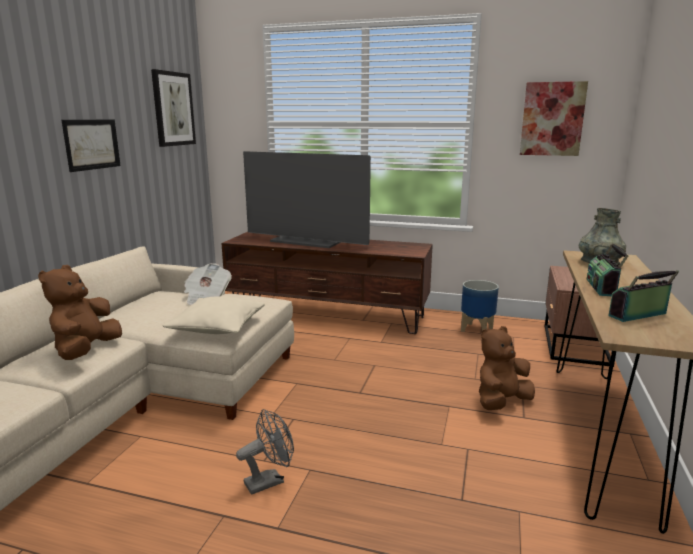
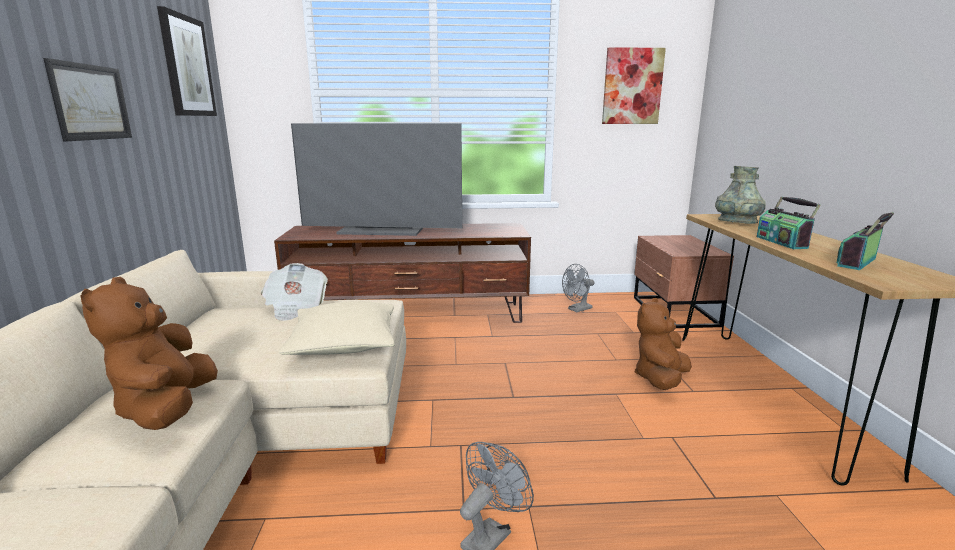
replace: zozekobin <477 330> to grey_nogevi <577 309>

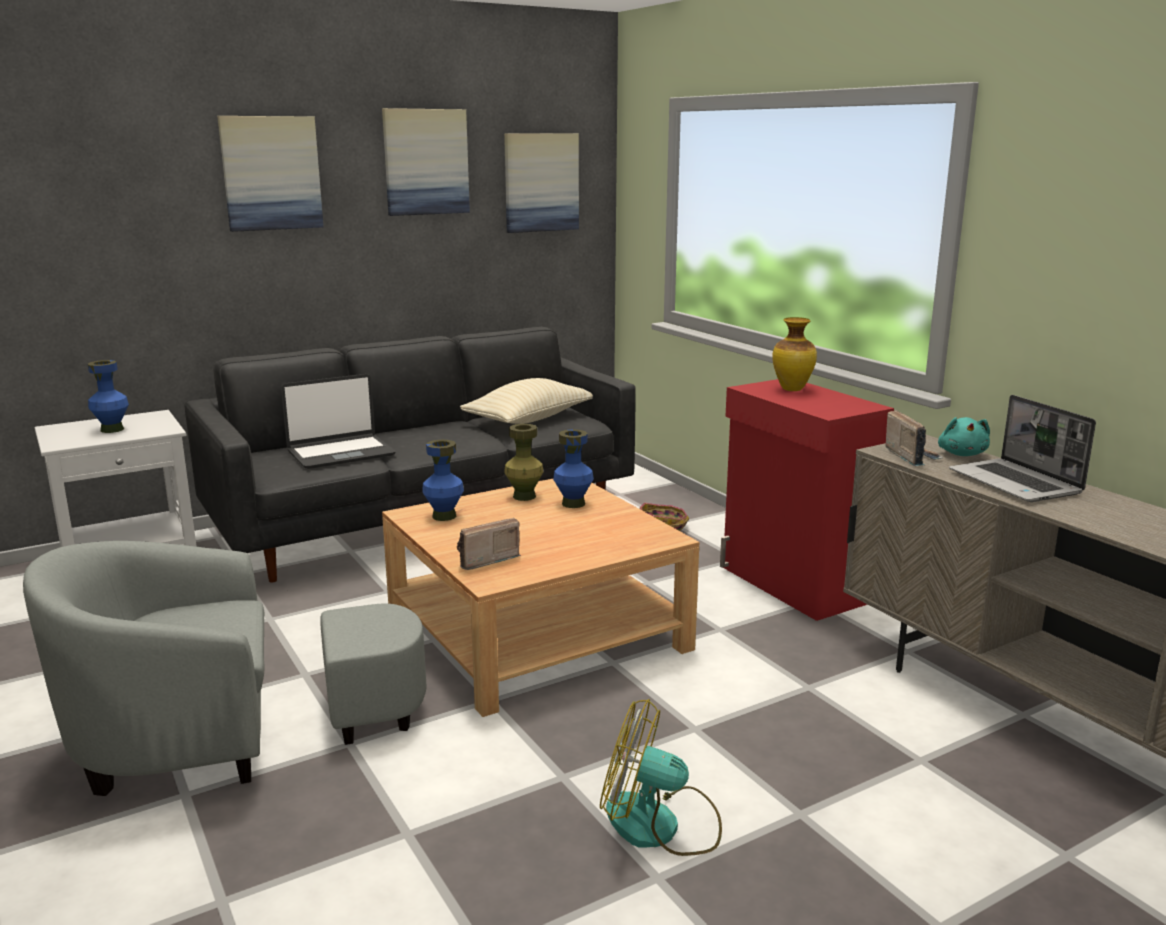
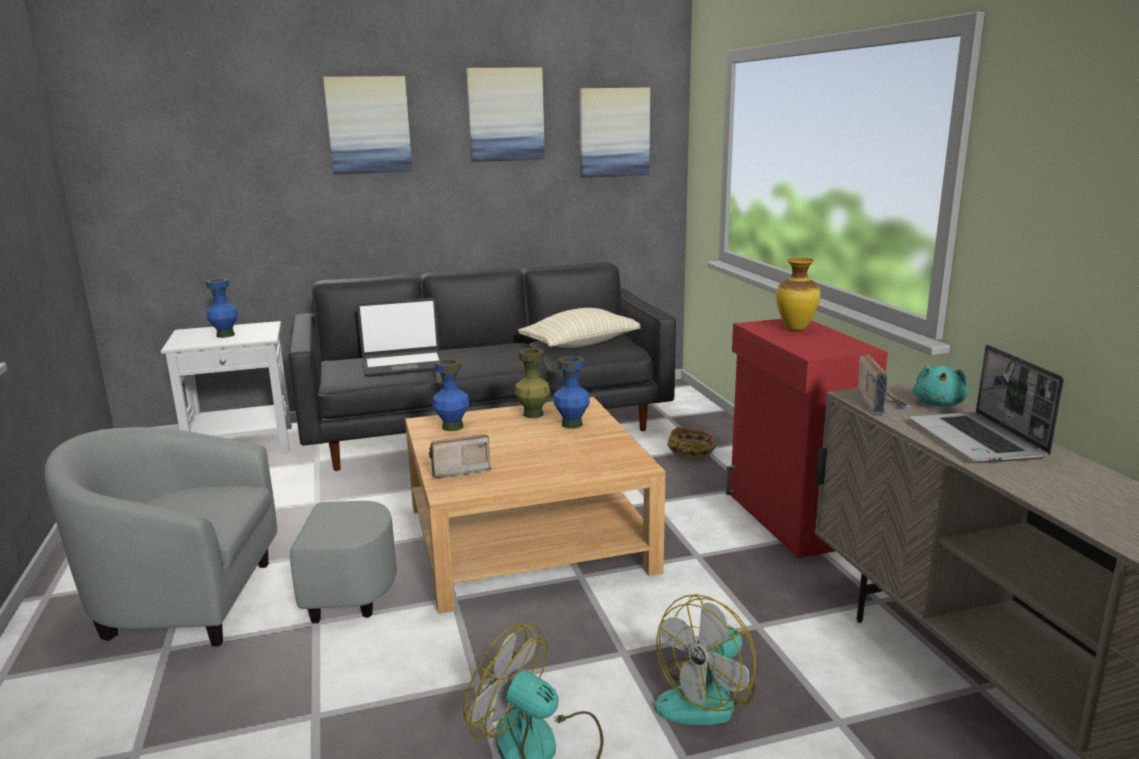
insert: nogevi <707 697>

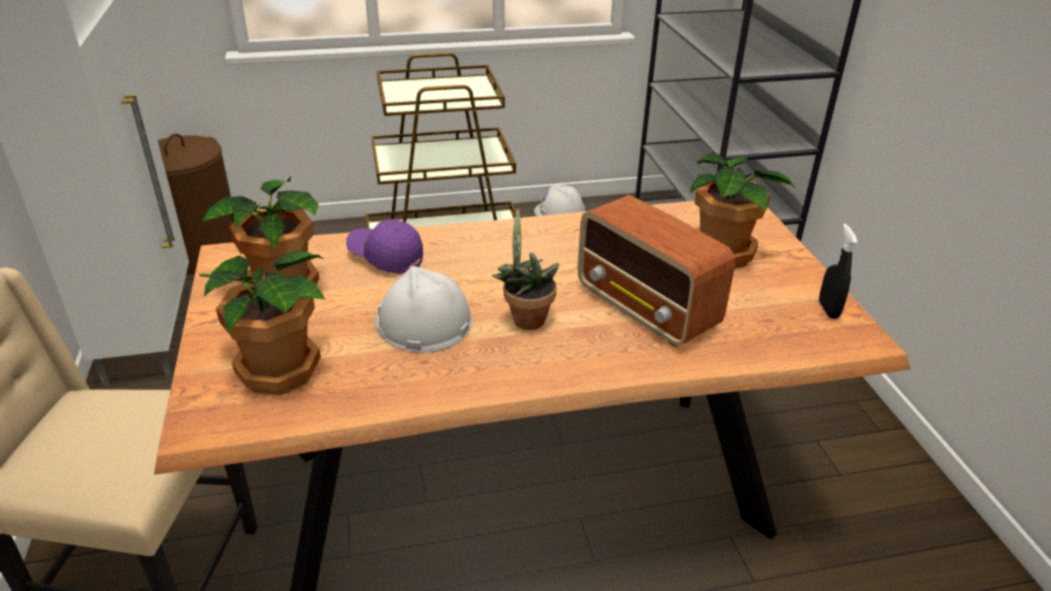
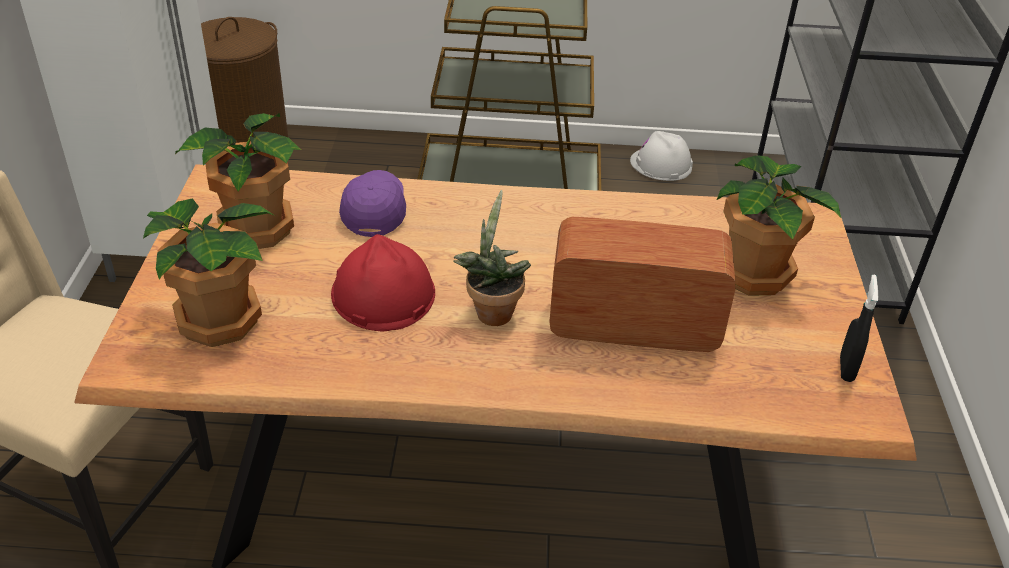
recolor: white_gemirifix <423 321> to red_gemirifix <382 294>
rotate: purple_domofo <385 257> = <374 211> 45 degrees clockwise; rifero <647 309> = <631 326> 120 degrees clockwise

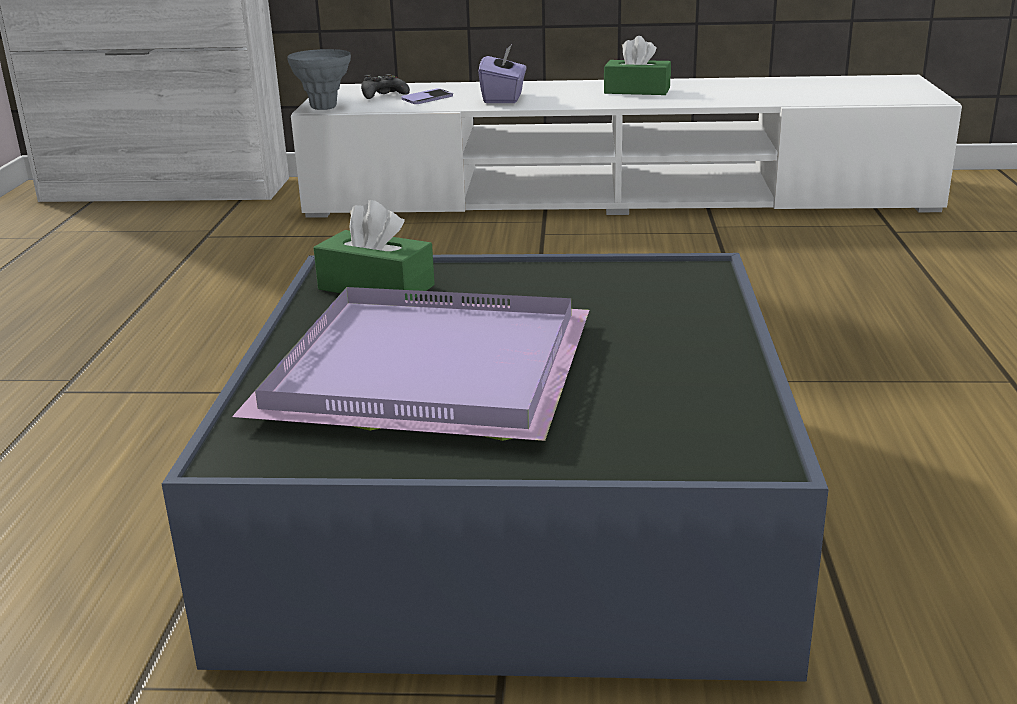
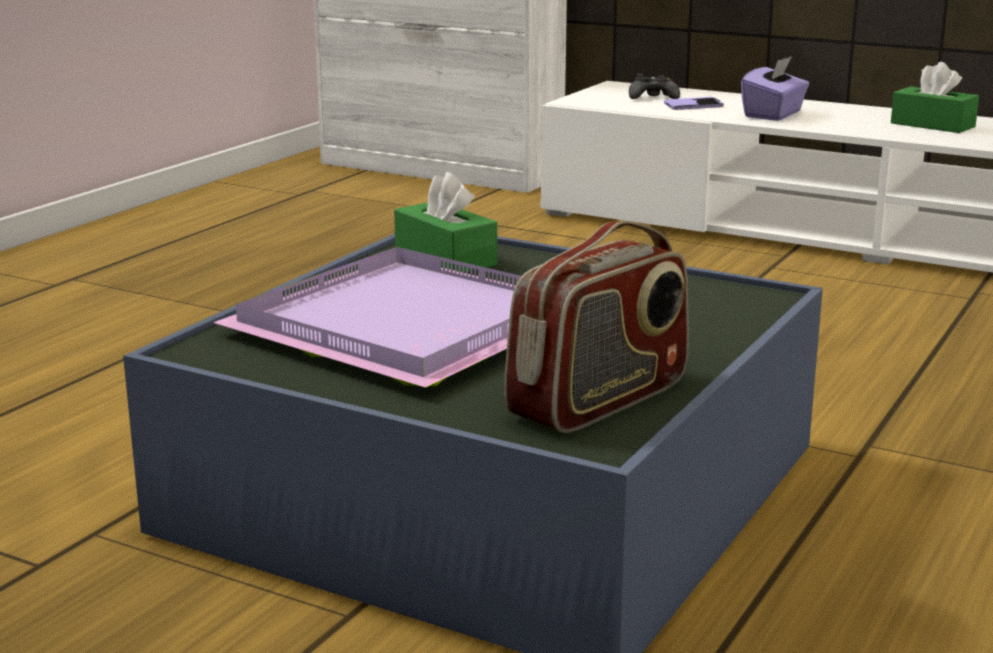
delete: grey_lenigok <324 107>
insert: rifero <600 401>

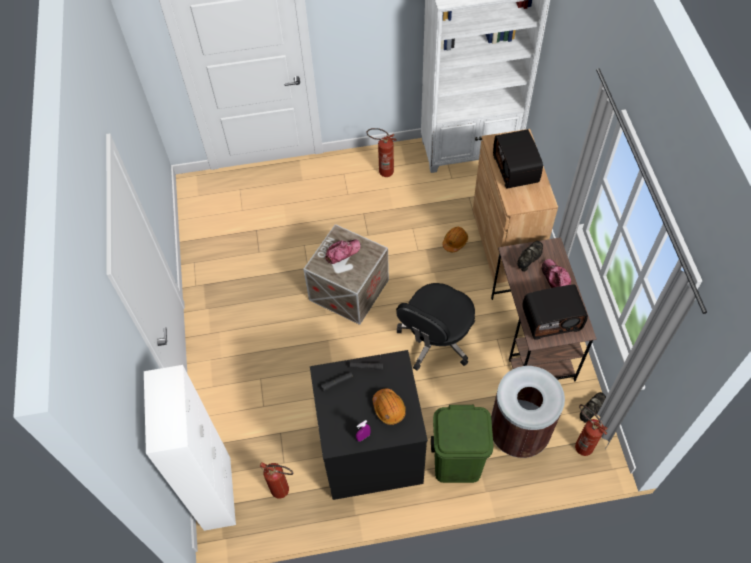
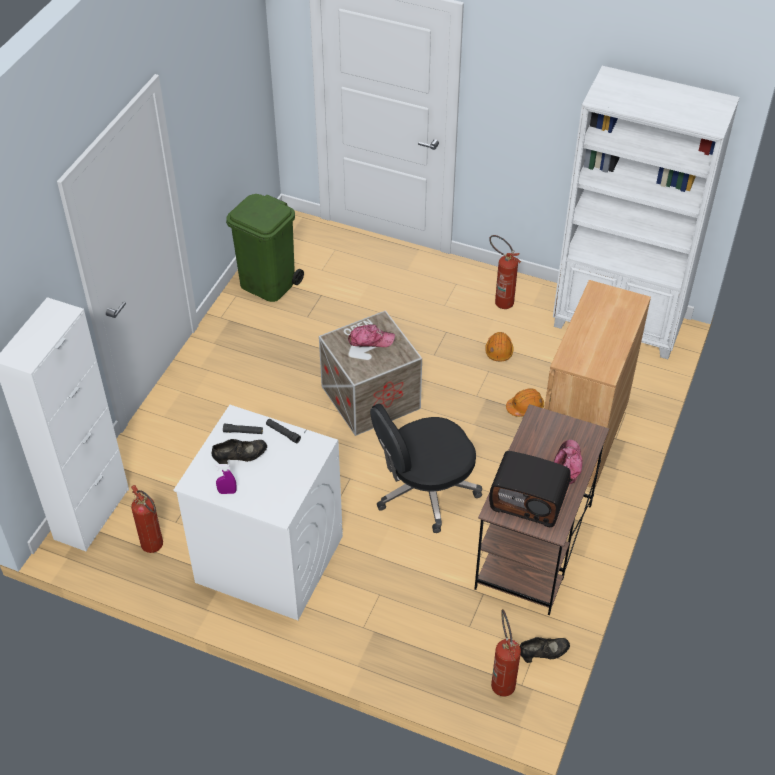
delete: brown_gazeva <518 433>; rifero <516 169>
move: orange_gemirifix <389 408> to <499 351>; green_gazeva <457 463> to <268 284>; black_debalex <529 259> to <240 458>
recolor: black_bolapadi <370 451> to white_bolapadi <268 559>

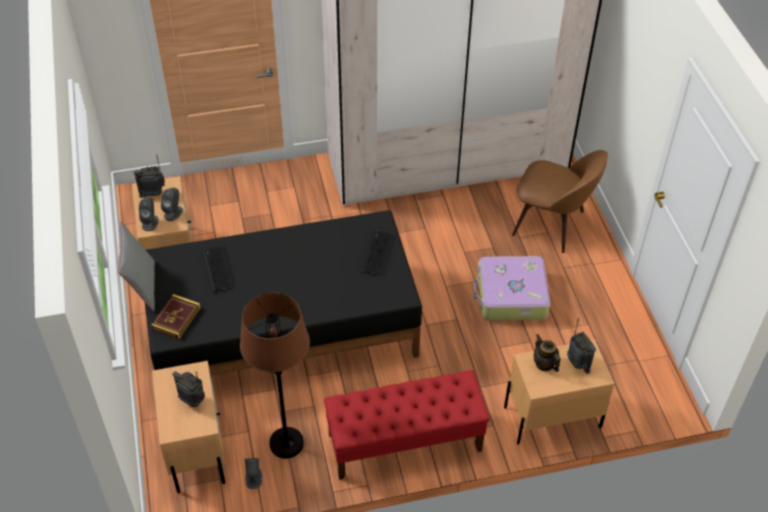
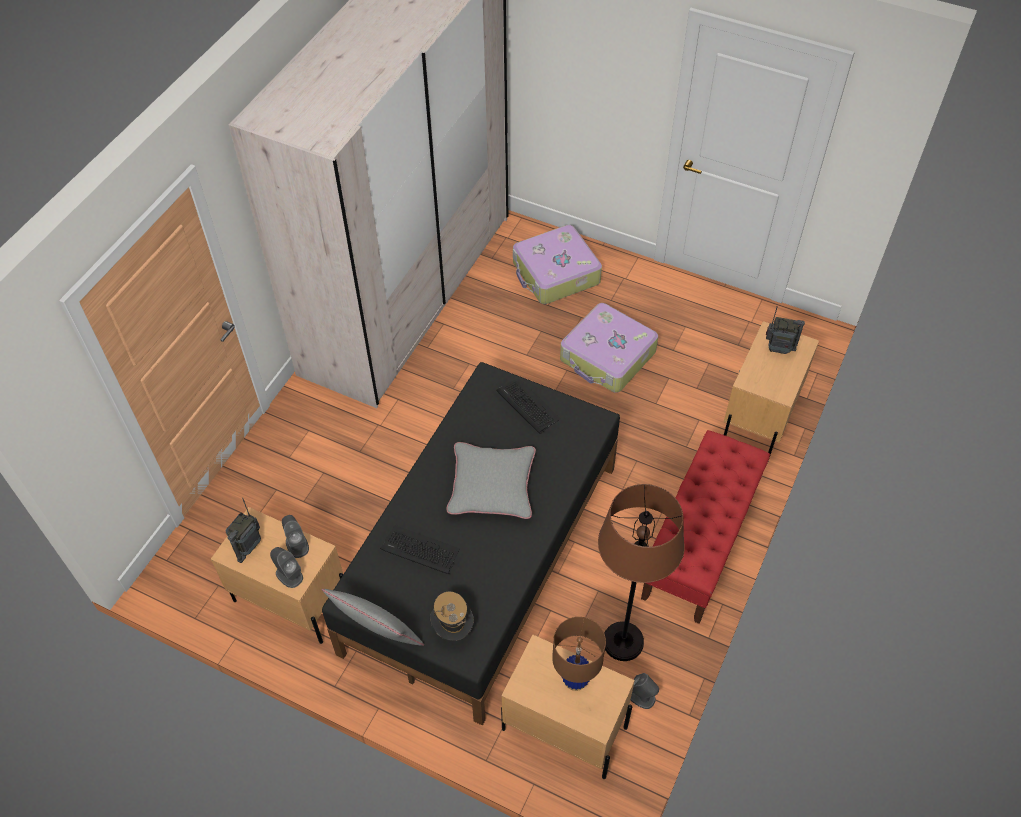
delete: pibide <544 364>
insert: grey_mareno <492 485>
replace: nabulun <176 318> to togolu <452 629>; rifero <193 401> to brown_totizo <575 679>; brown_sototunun <551 224> to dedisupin <555 274>

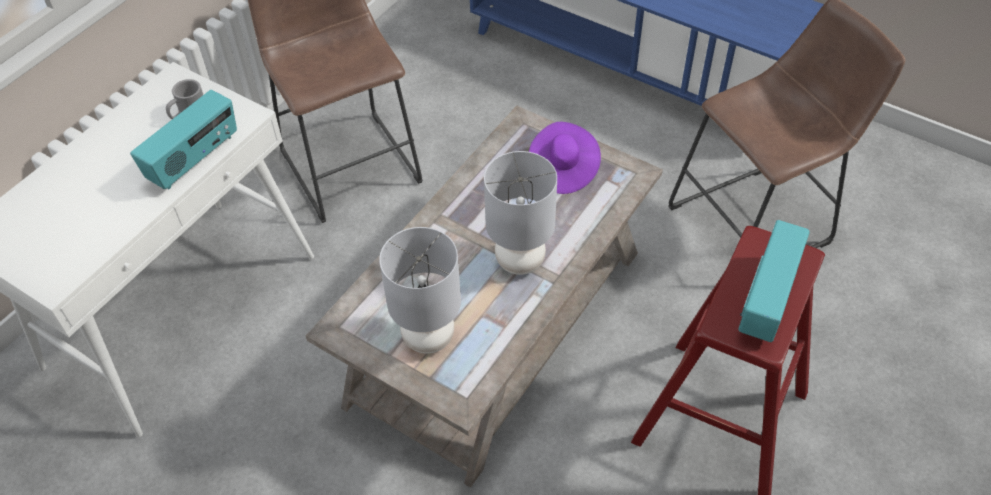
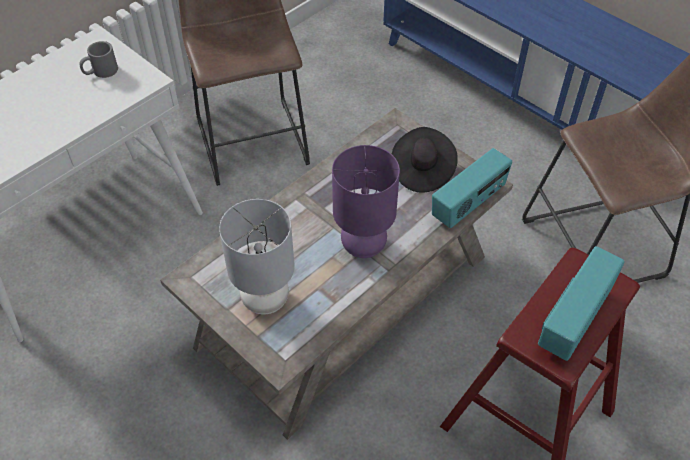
move: rifero <194 159> to <468 204>
recolor: grey_totizo <519 261> to purple_totizo <363 246>; purple_togolu <562 169> to black_togolu <422 170>

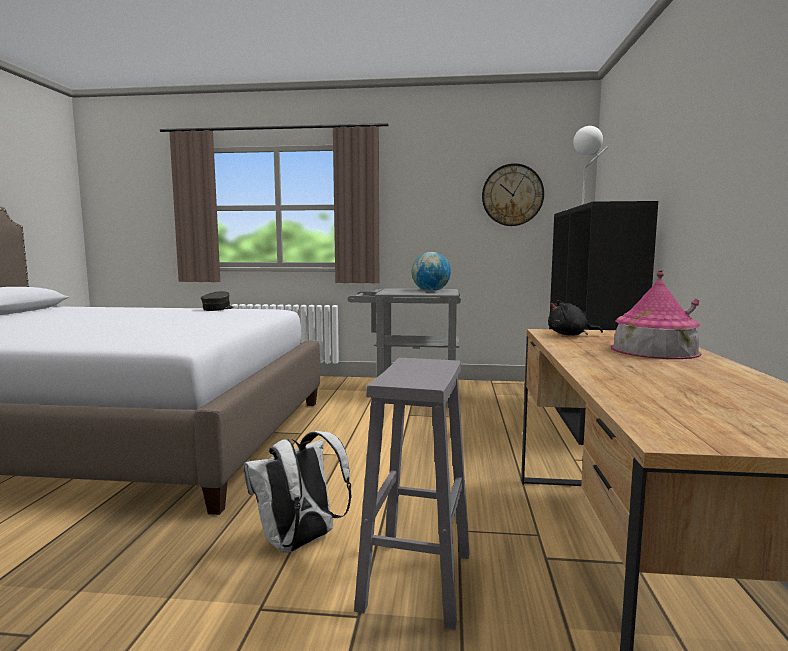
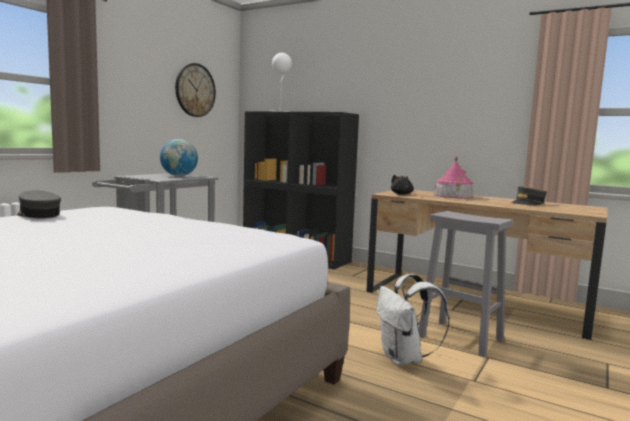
insert: grey_domofo <528 203>

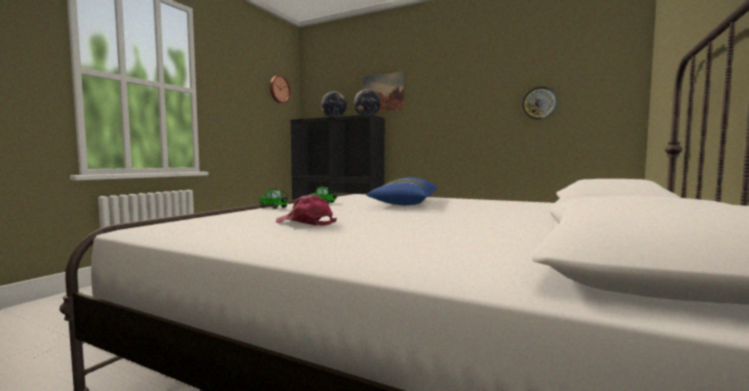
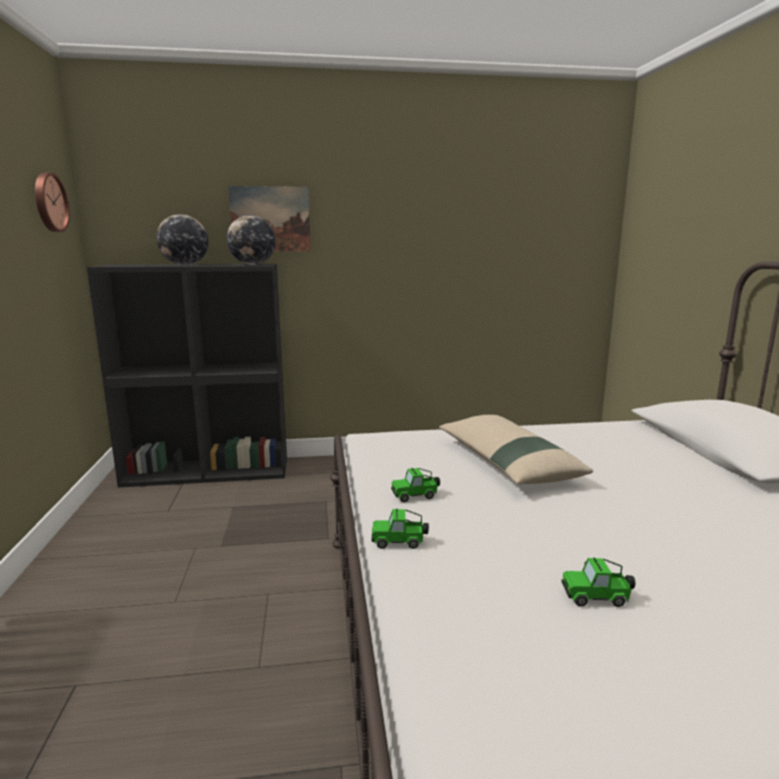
delete: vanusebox <539 103>
replace: pink_domofo <305 223> to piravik <597 597>
recolor: blue_mareno <405 202> to beige_mareno <506 462>

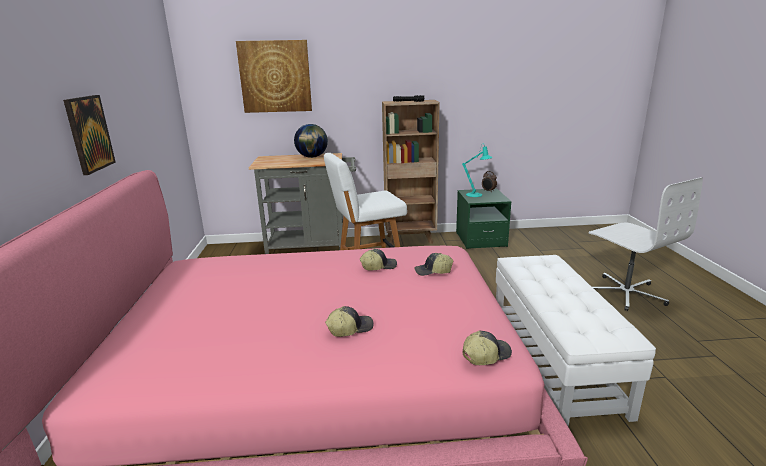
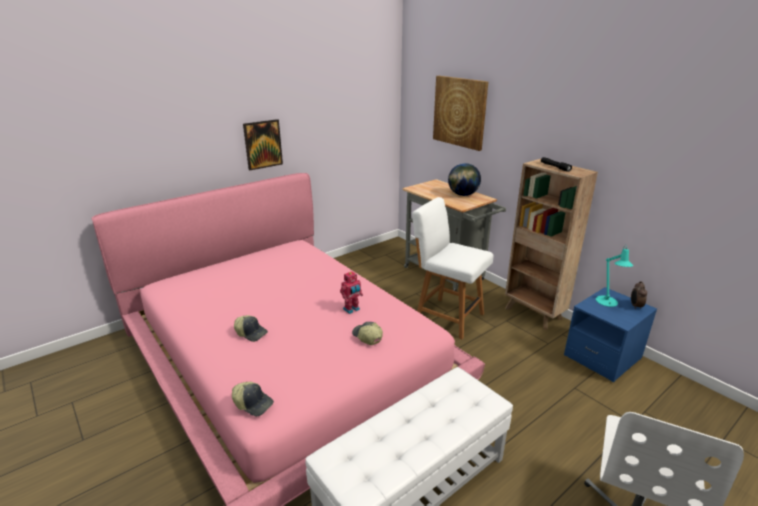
replace: domofo <378 266> to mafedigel <352 309>
recolor: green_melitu <480 239> to blue_melitu <602 357>

